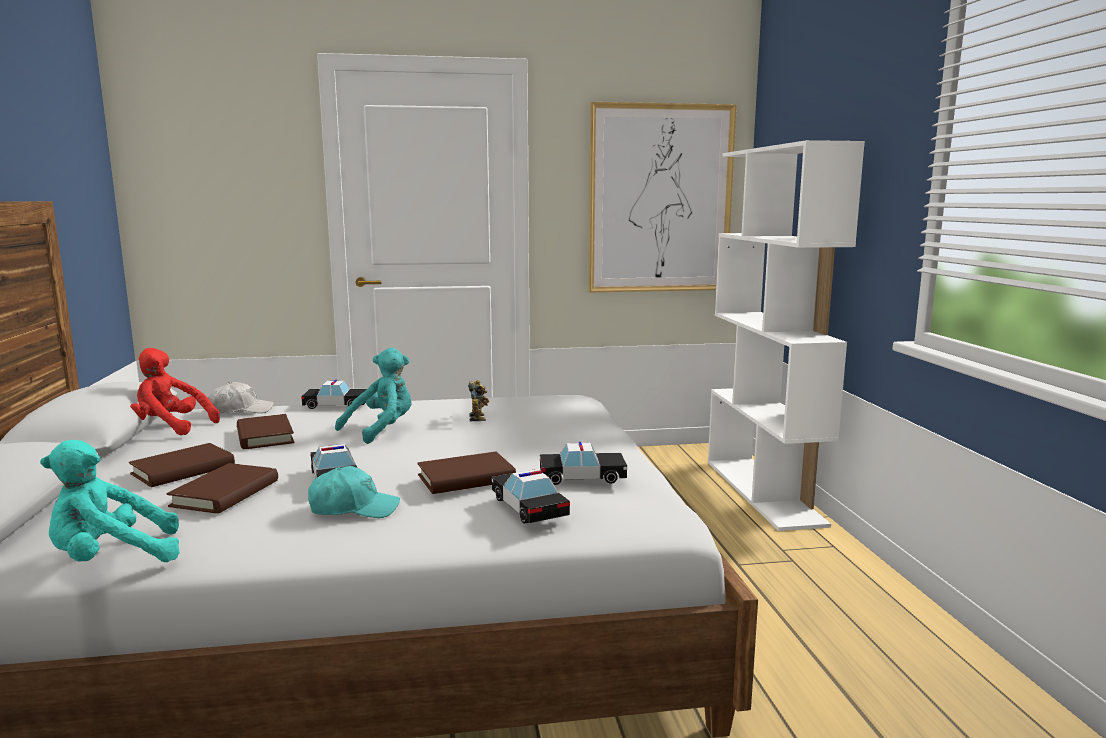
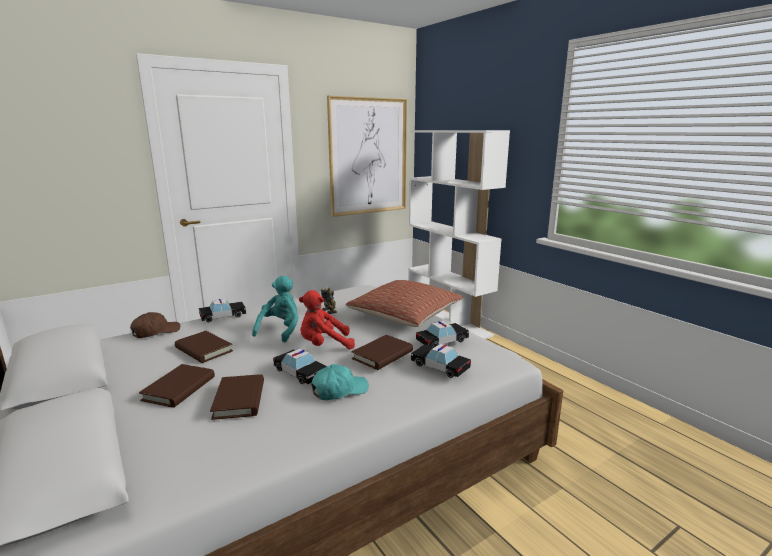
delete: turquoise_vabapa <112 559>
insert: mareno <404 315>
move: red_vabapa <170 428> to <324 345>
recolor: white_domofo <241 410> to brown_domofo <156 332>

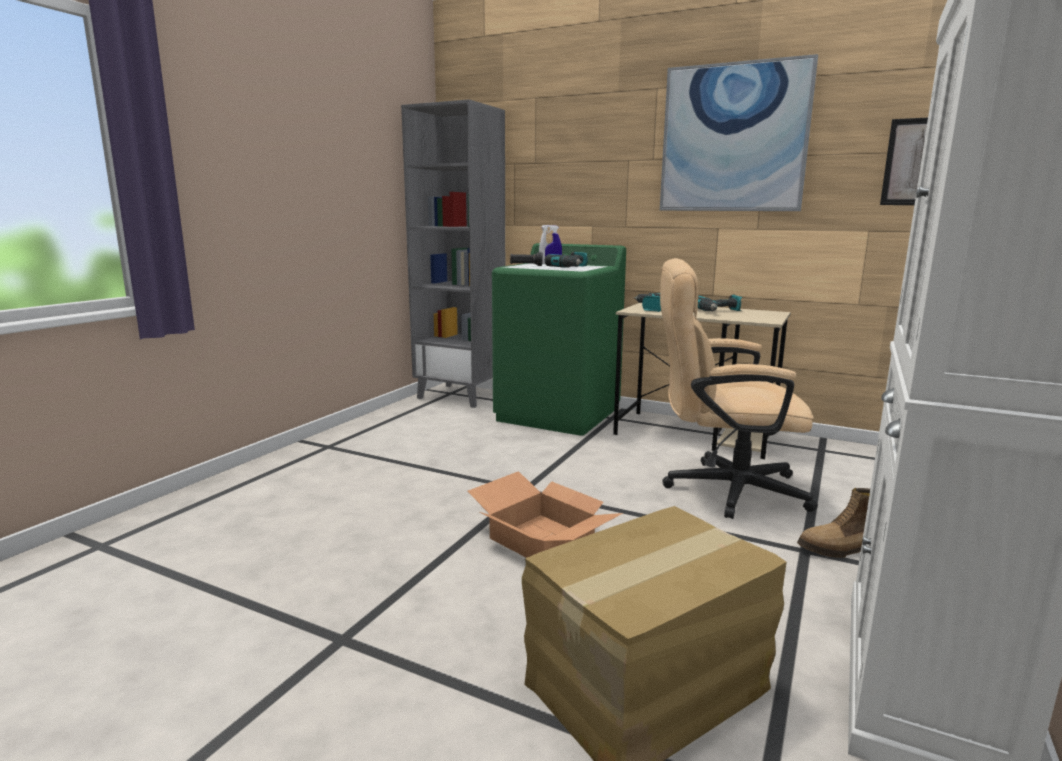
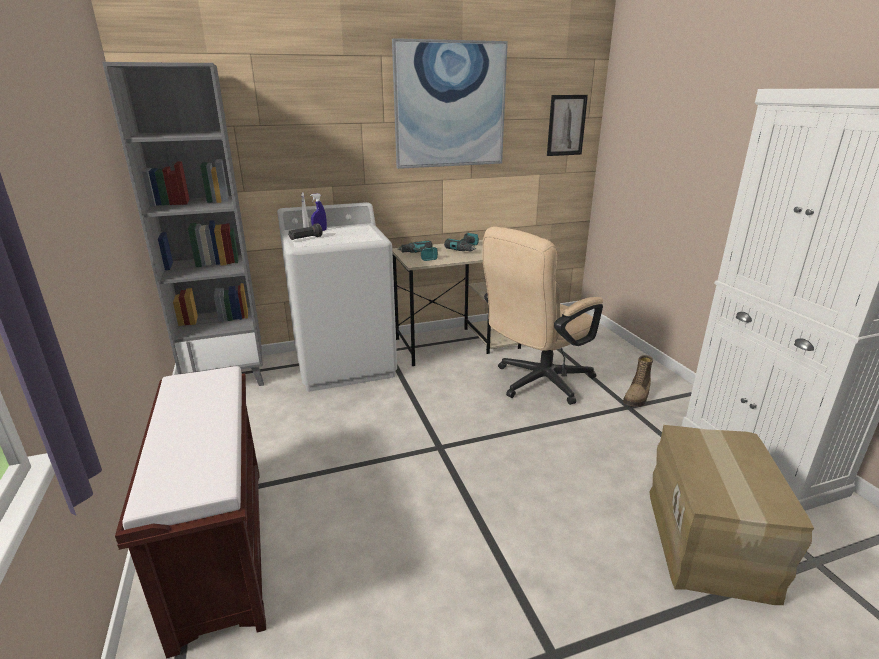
delete: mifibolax <544 539>; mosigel <571 267>
insert: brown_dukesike <220 546>
recolor: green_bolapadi <558 414> to white_bolapadi <345 363>

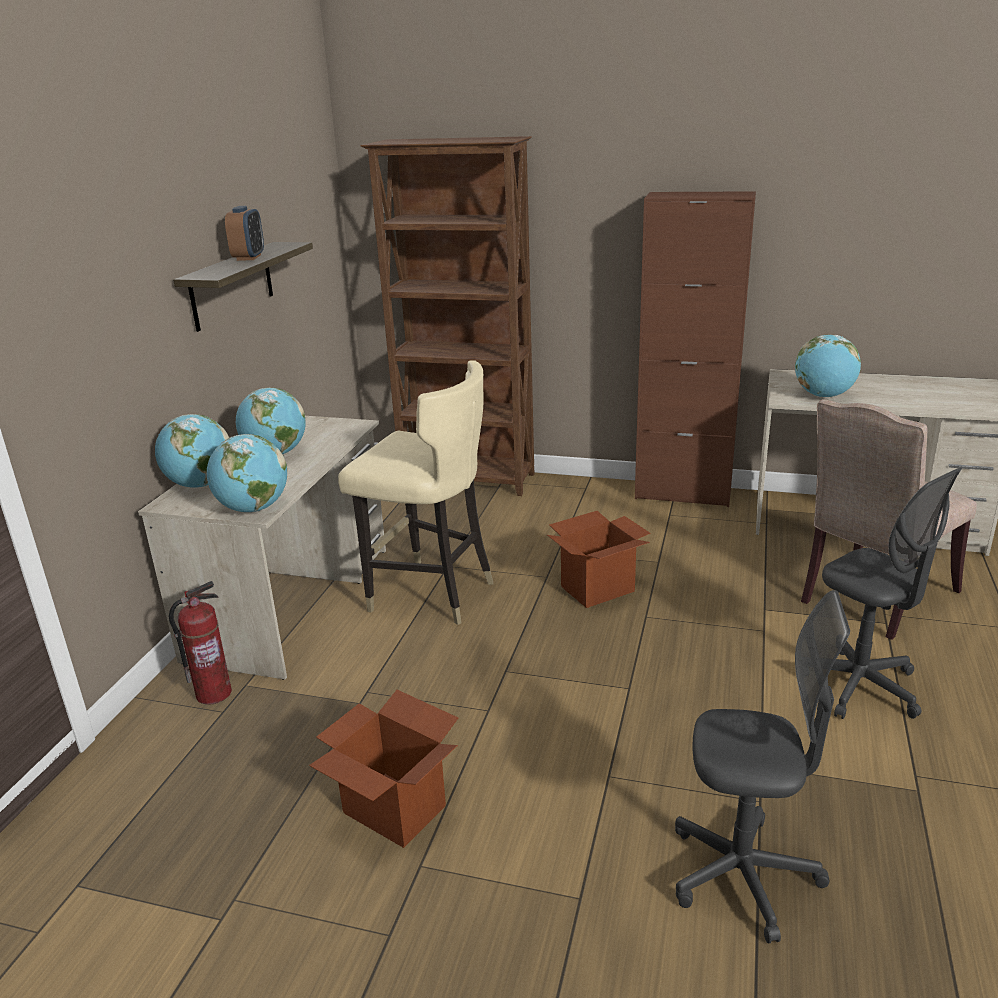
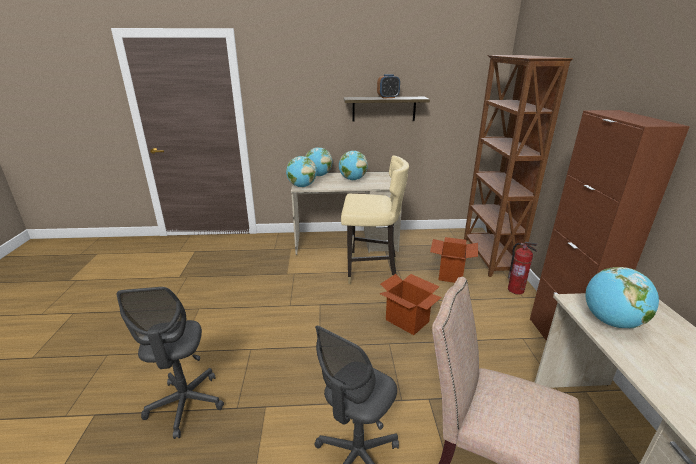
move: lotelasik <214 693> to <516 290>; mifibolax <393 809> to <450 274>
rotate: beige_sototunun <430 594> = <371 271> 90 degrees counterclockwise

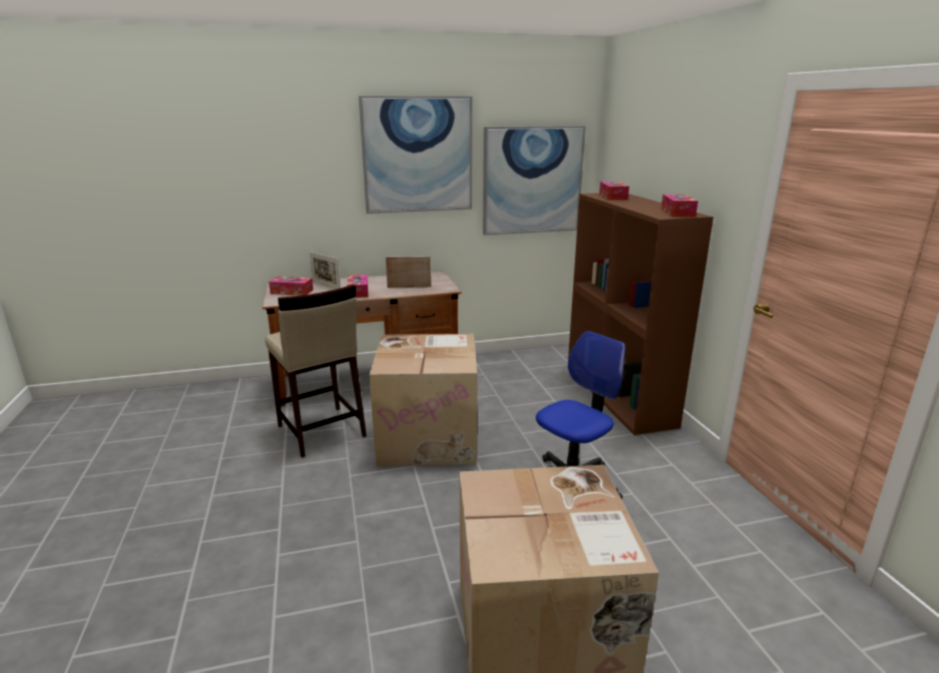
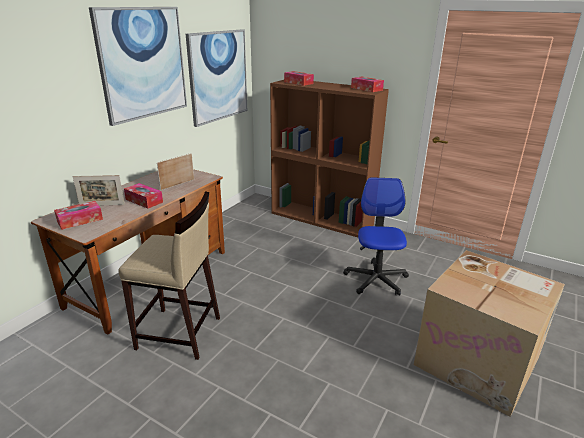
delete: mifibolax <429 437>

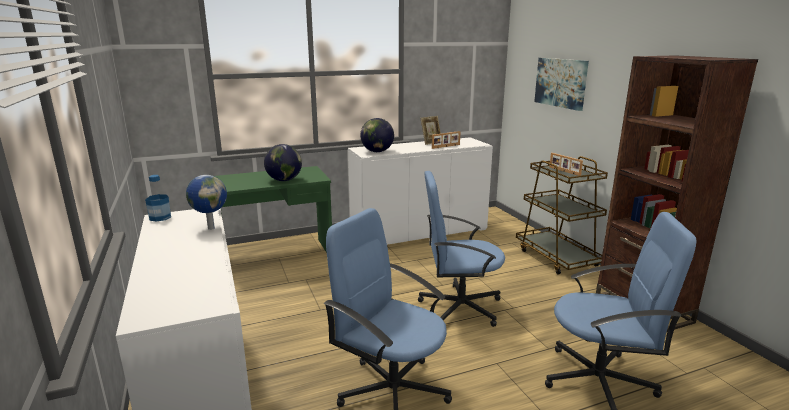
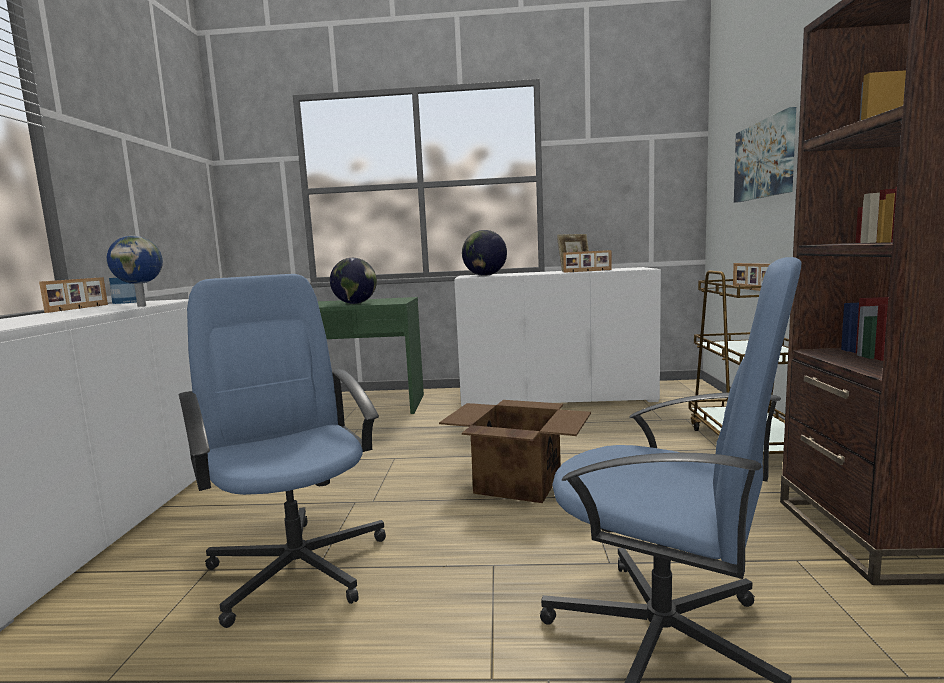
insert: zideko <79 308>
replace: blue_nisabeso <459 307> to mifibolax <517 482>

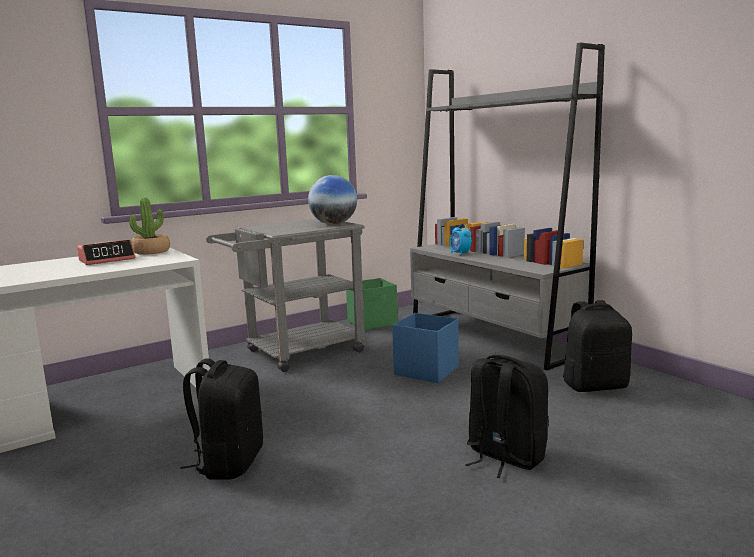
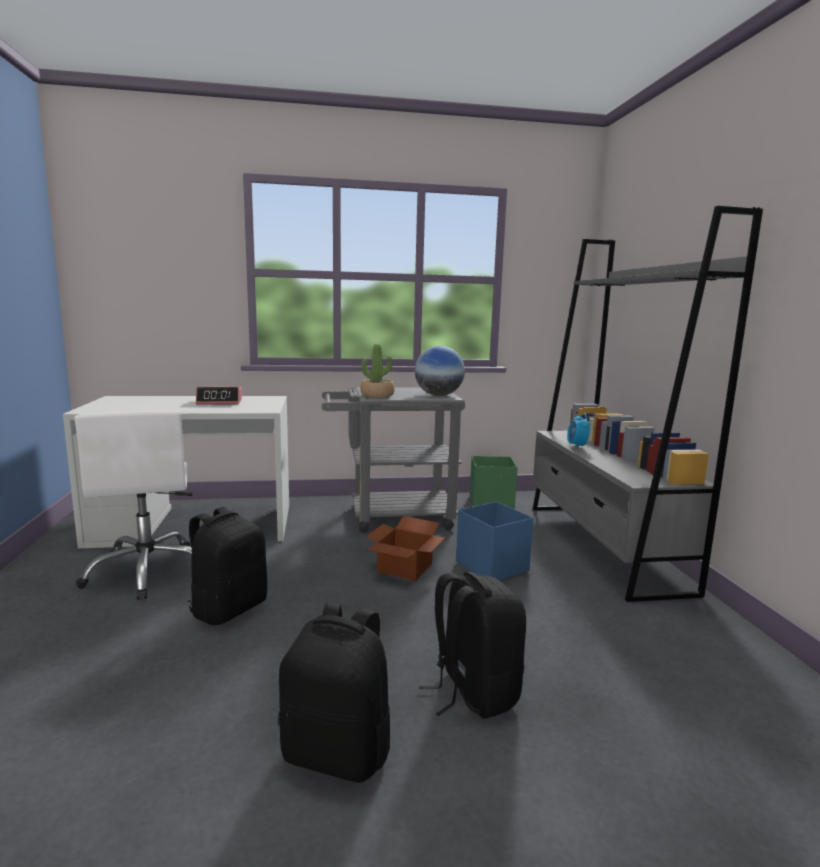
insert: white_nisabeso <148 571>; mifibolax <403 568>
move: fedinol <151 252> to <377 395>; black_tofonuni <595 385> to <338 752>

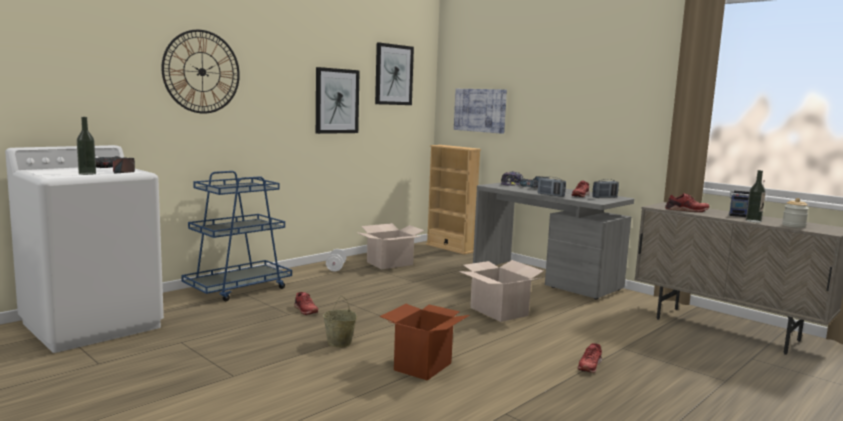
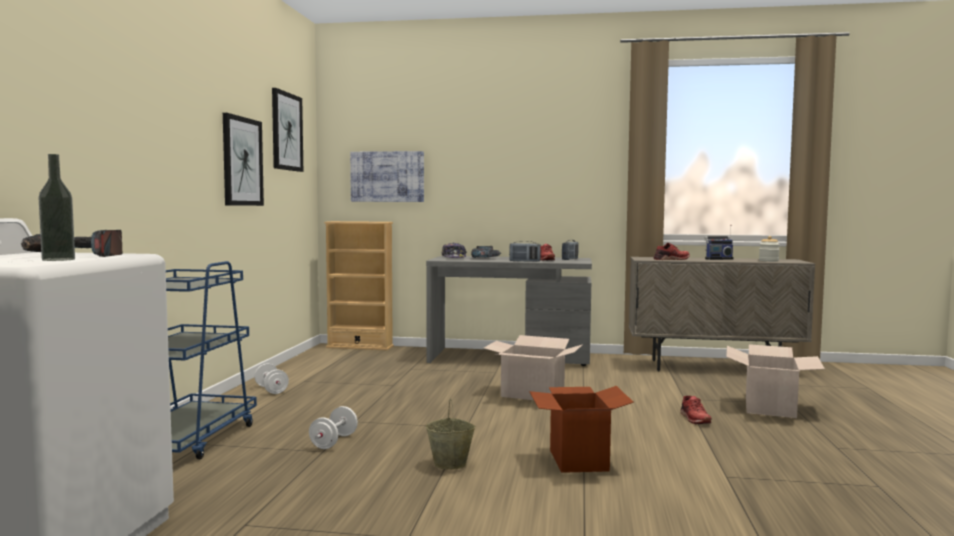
delete: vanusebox <202 72>; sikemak <753 221>
move: mifibolax <389 263> to <769 407>
replace: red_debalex <305 310> to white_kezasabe <333 442>

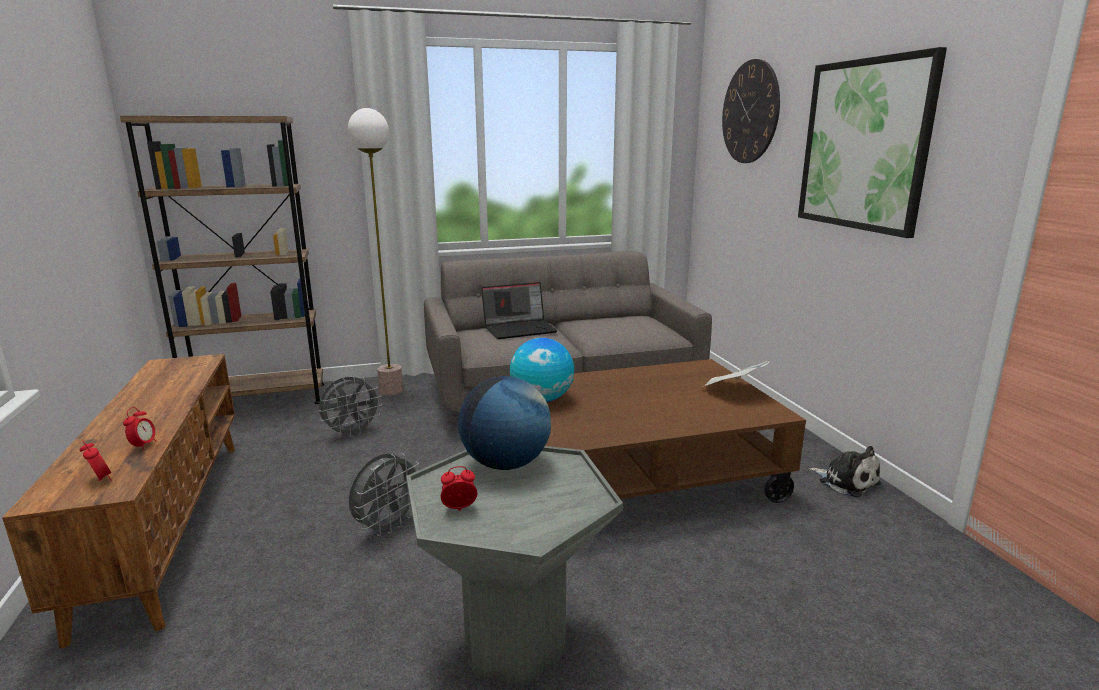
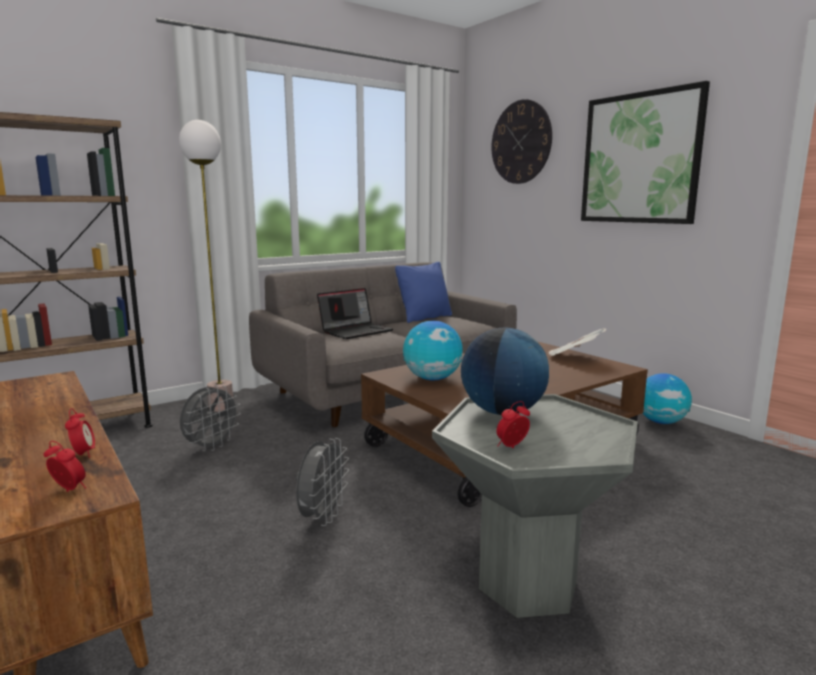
insert: blue_mareno <424 318>
replace: vabapa <846 481> to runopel <661 422>

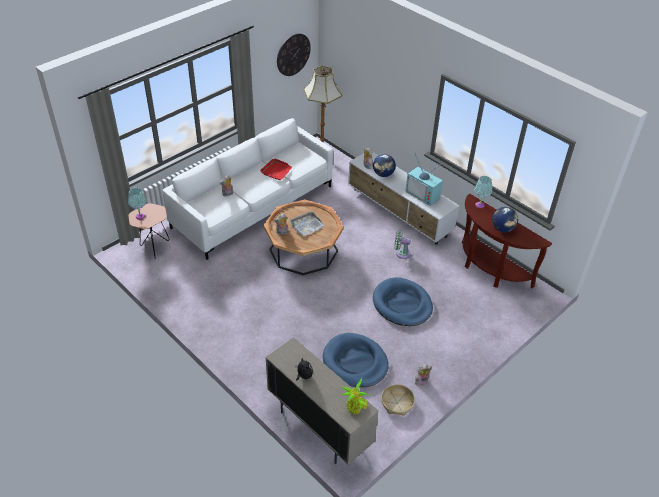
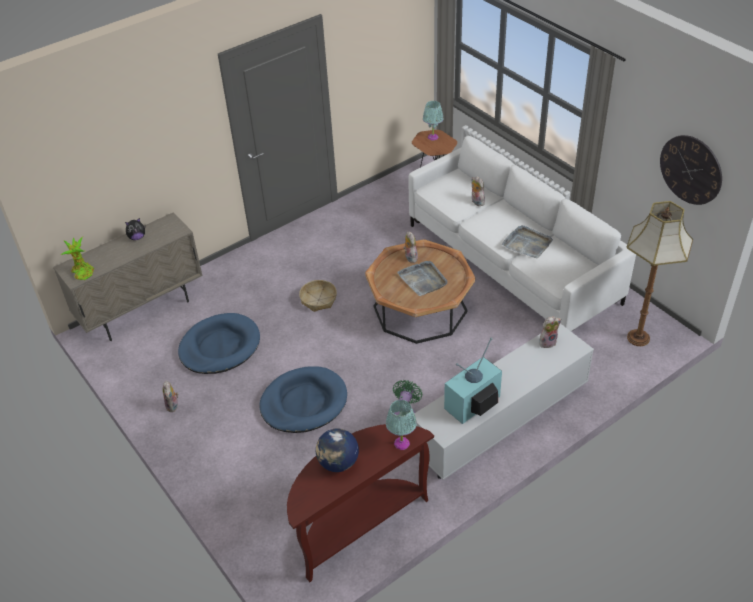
delete: runopel <383 174>
move: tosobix <397 403> to <318 300>
recolor: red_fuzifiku <276 171> to grey_fuzifiku <527 243>

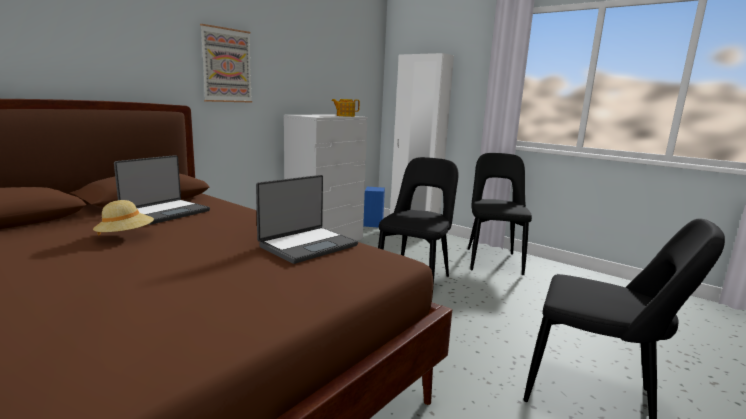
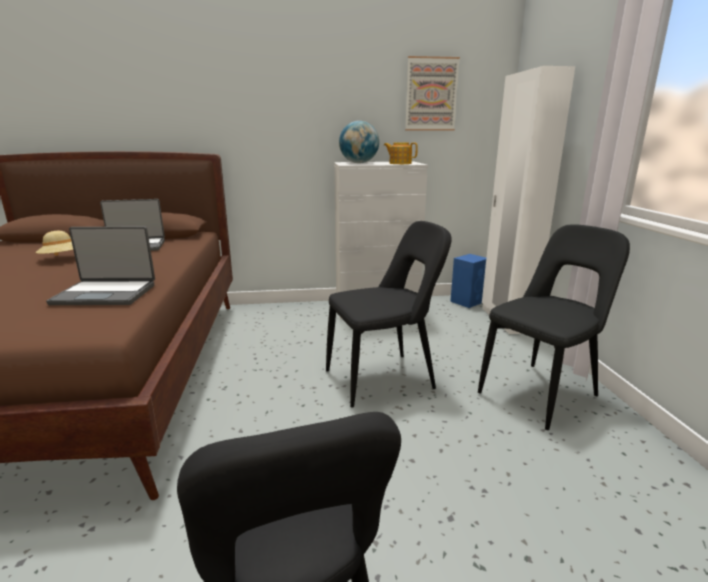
insert: runopel <359 163>
move: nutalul <226 65> to <431 94>

